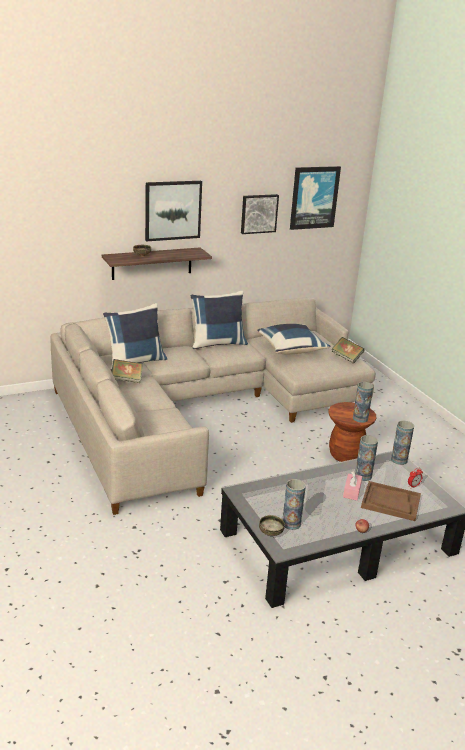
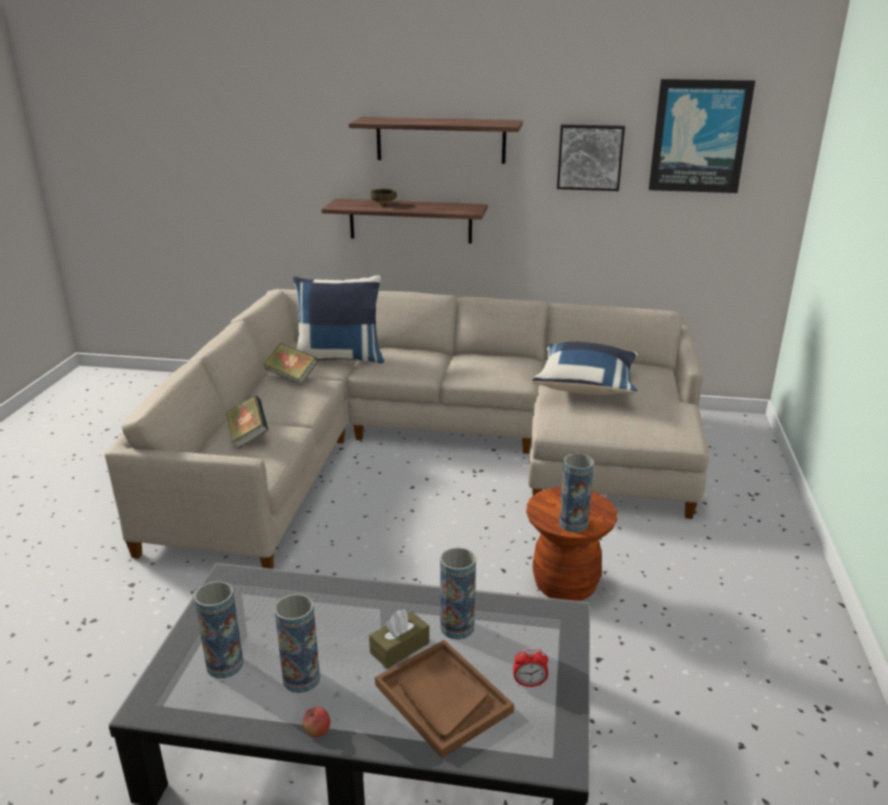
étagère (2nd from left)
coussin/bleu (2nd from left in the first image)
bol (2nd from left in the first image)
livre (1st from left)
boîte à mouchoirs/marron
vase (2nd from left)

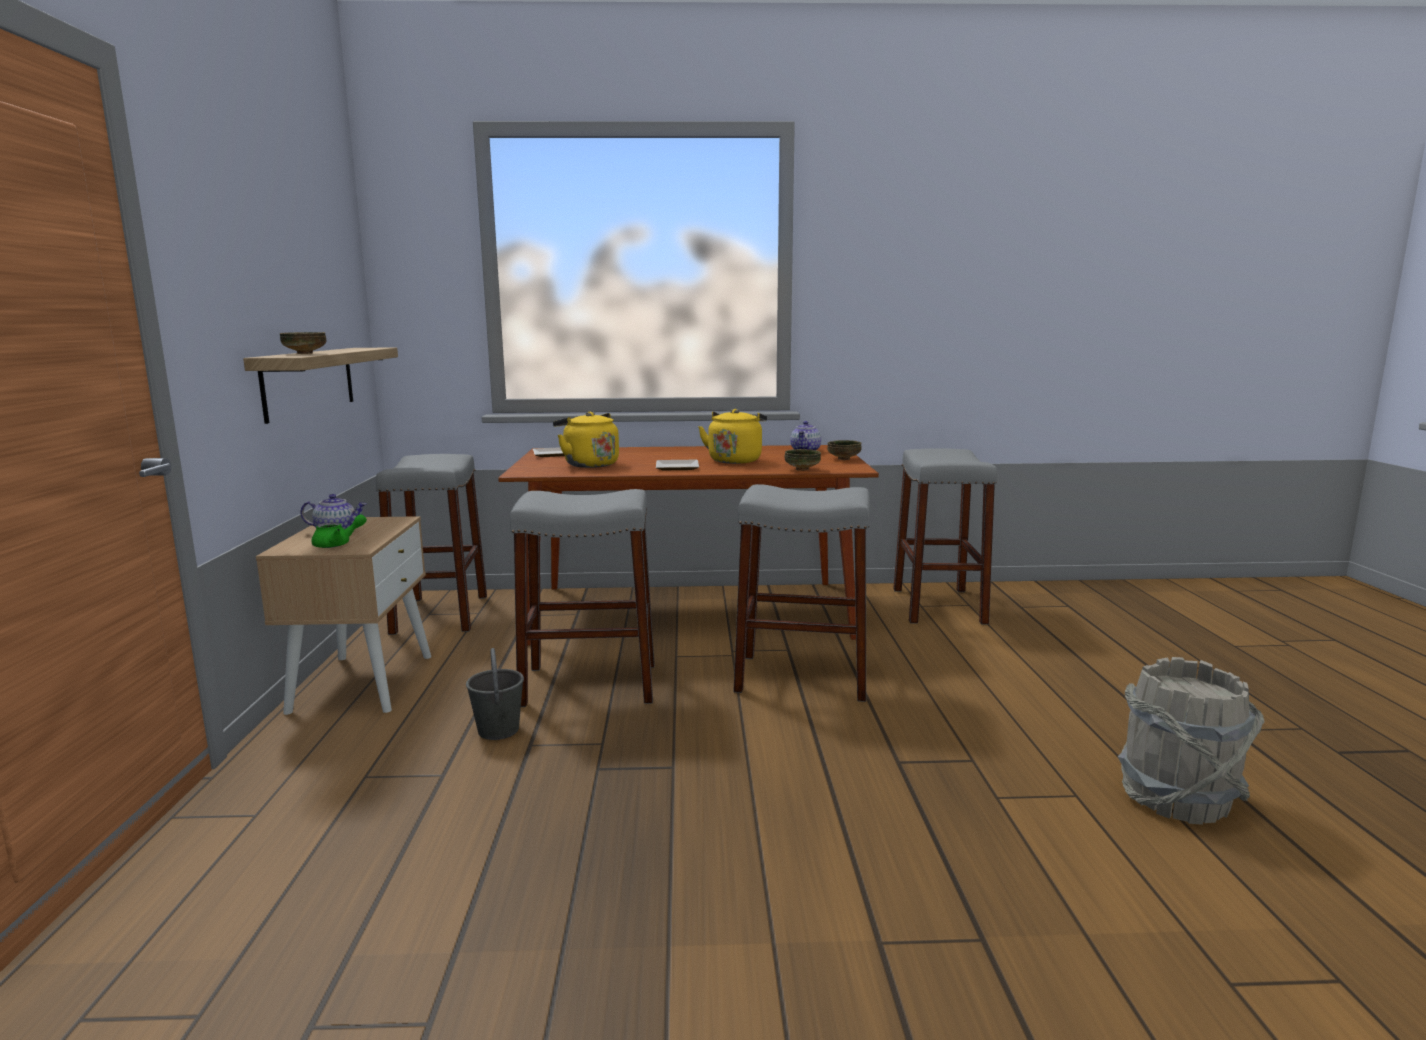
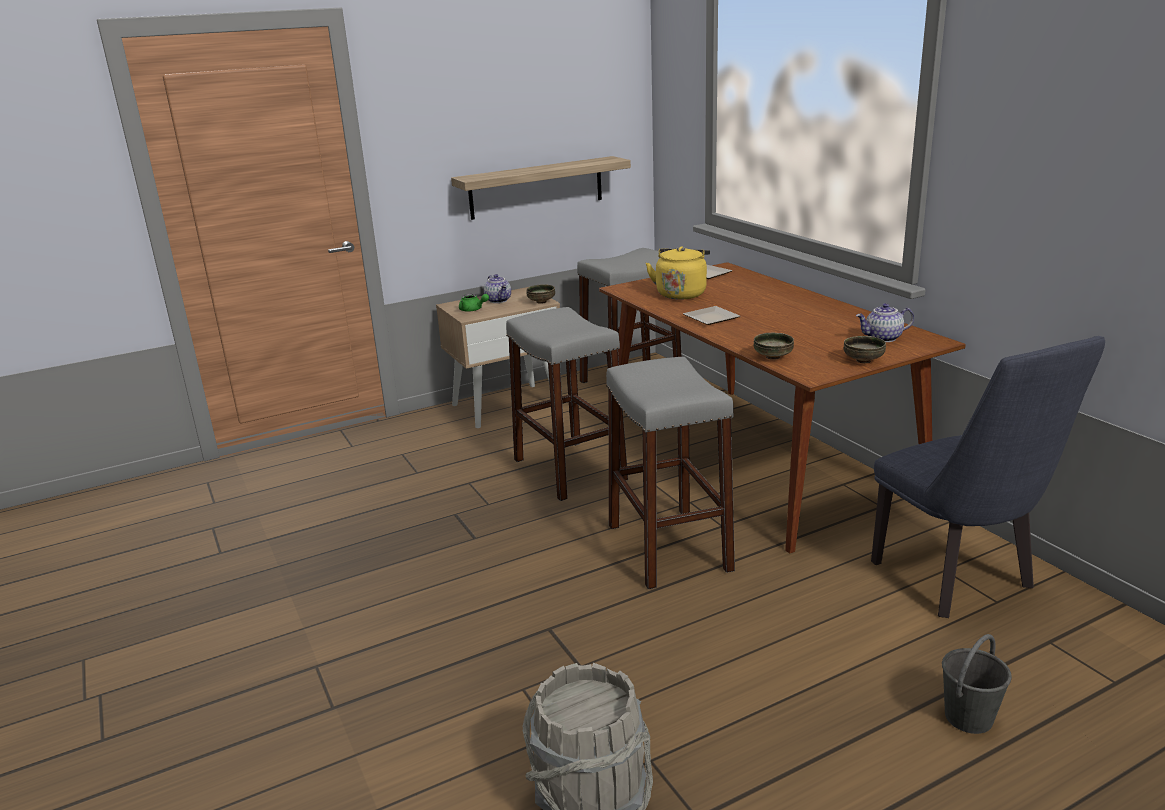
bol (1st from left)
seau/gris (2nd from left)
bouilloire/jaune (2nd from left in the first image)
chaise/bleu

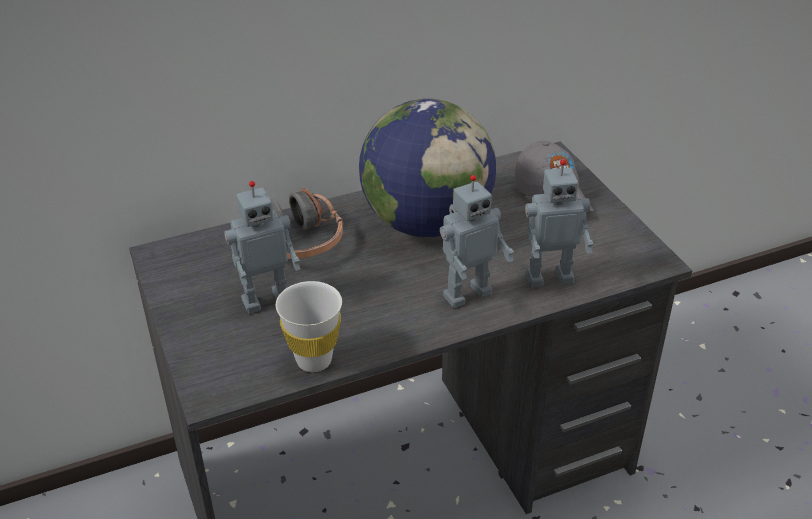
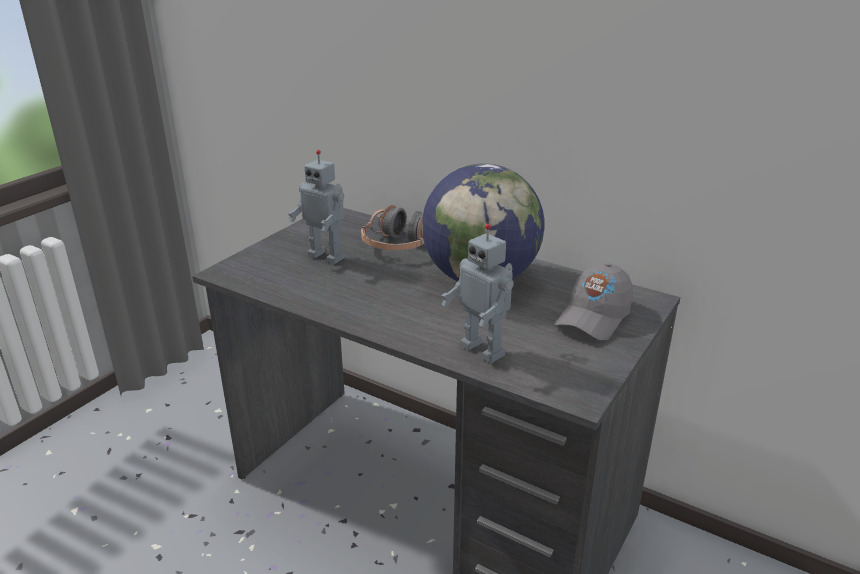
tasse/blanc
robot jouet (2nd from left in the first image)

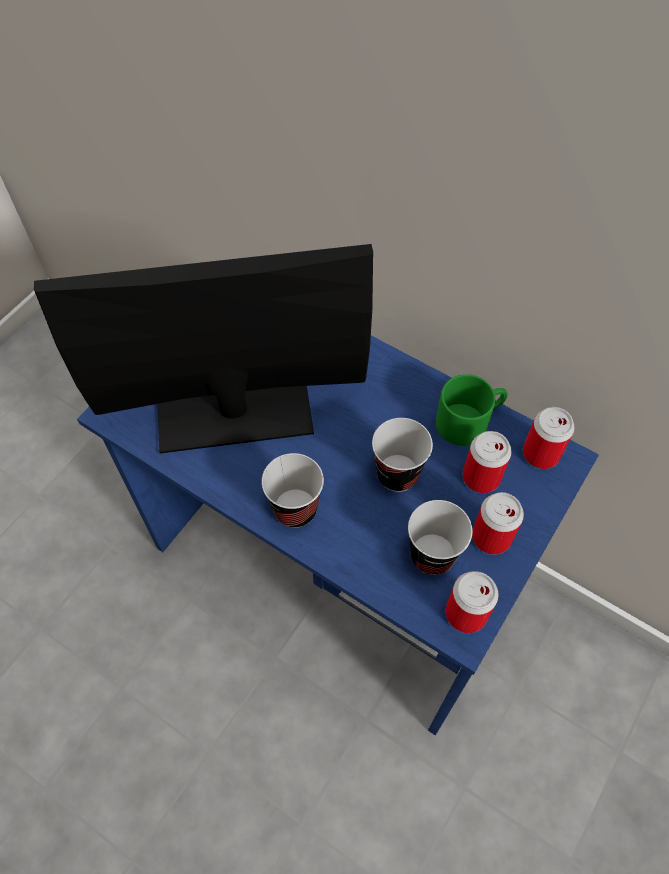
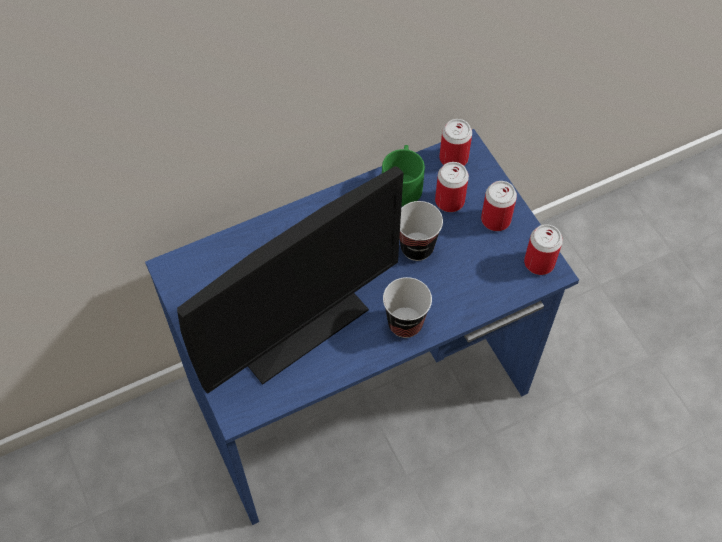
écran d'ordinateur
tasse (3rd from left in the first image)

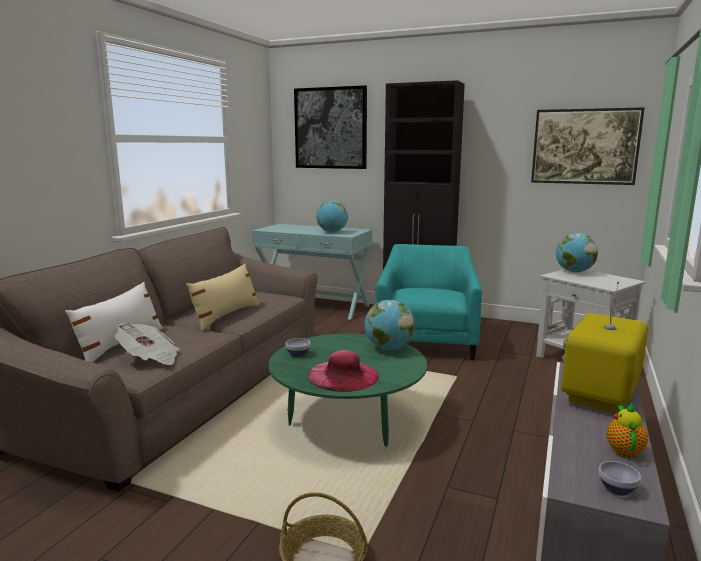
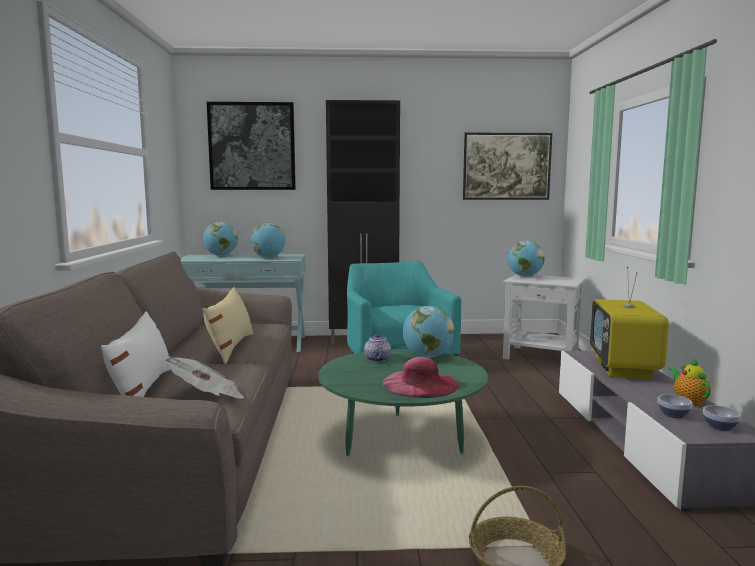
bol (1st from left)
globe (1st from left)
théière (1st from left)

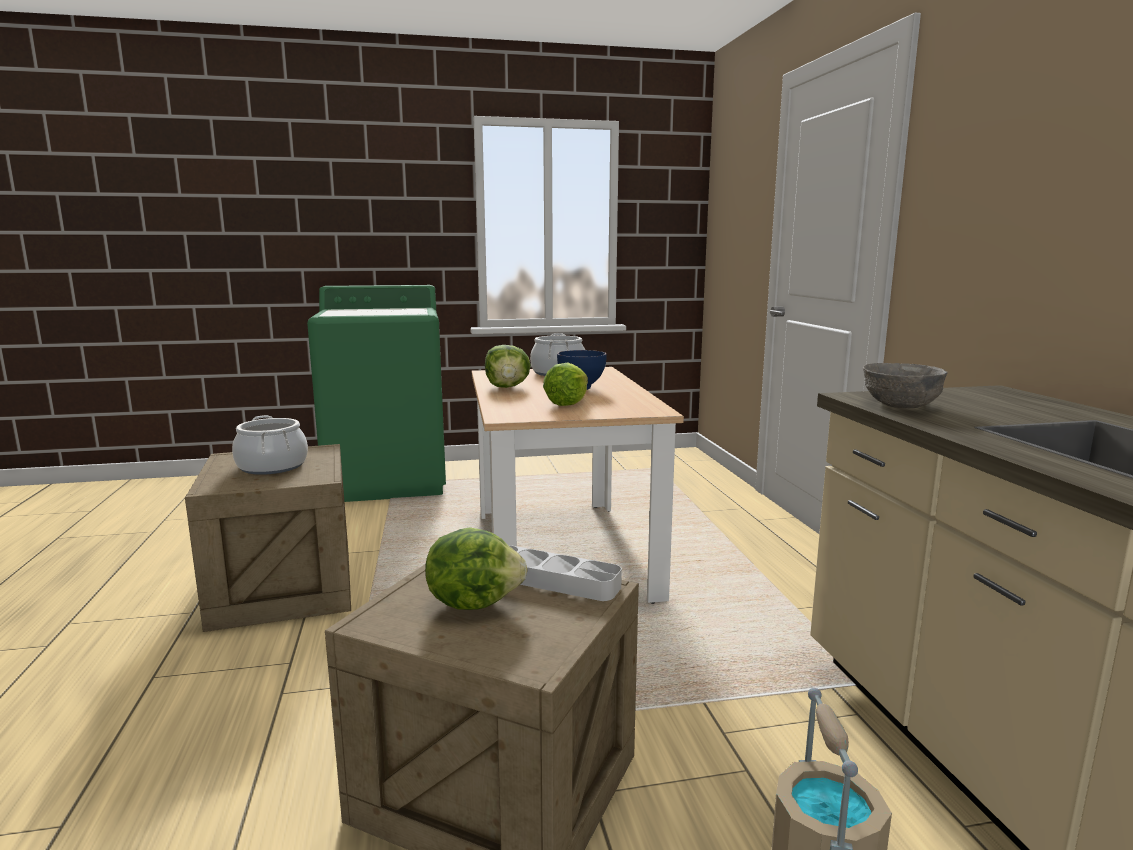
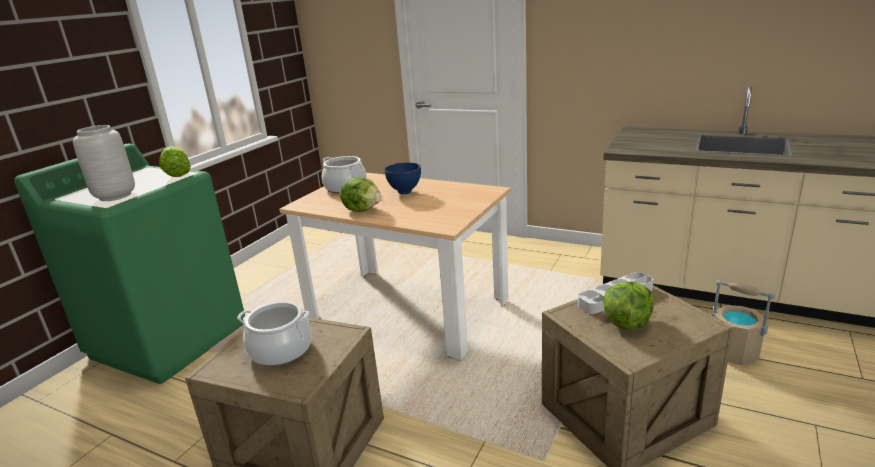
laitue (1st from left)
bol/gris
vase/gris

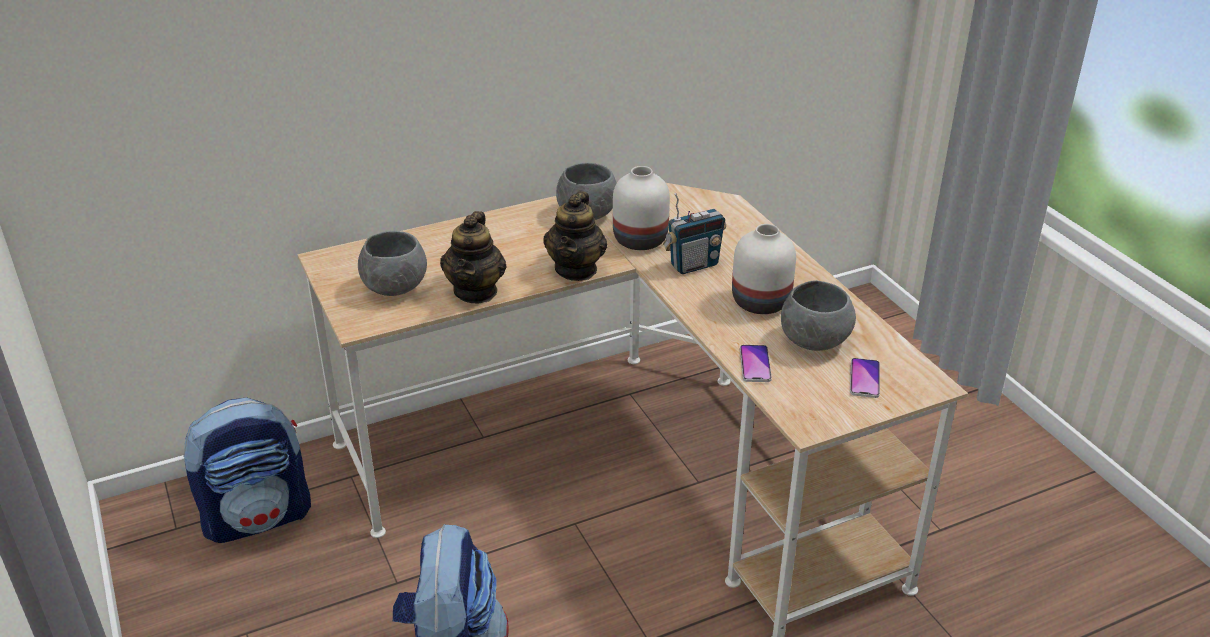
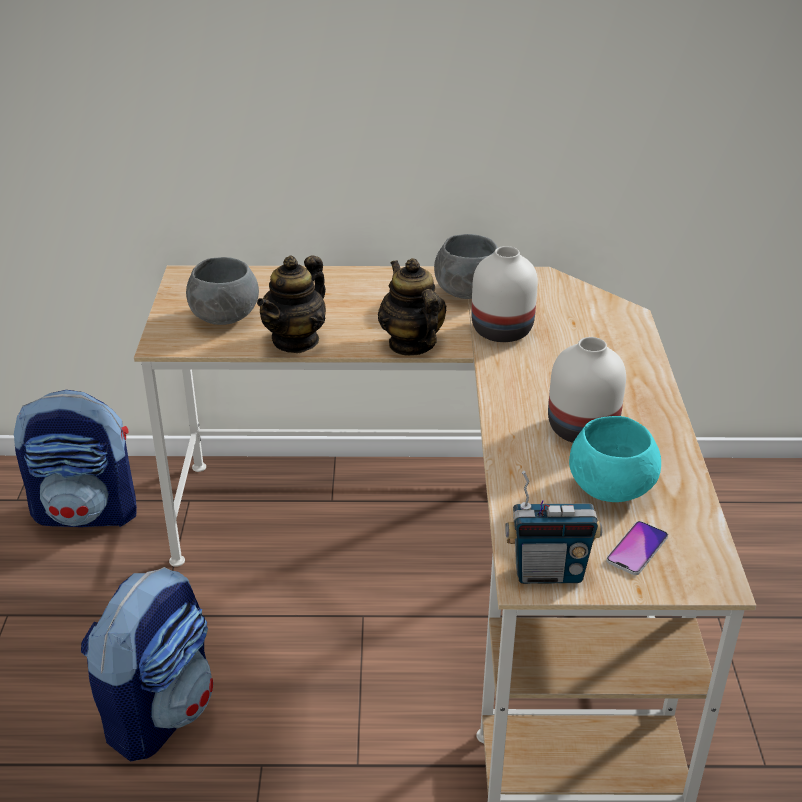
théière (2nd from left)
radio
téléphone (1st from left in the first image)
bol/turquoise

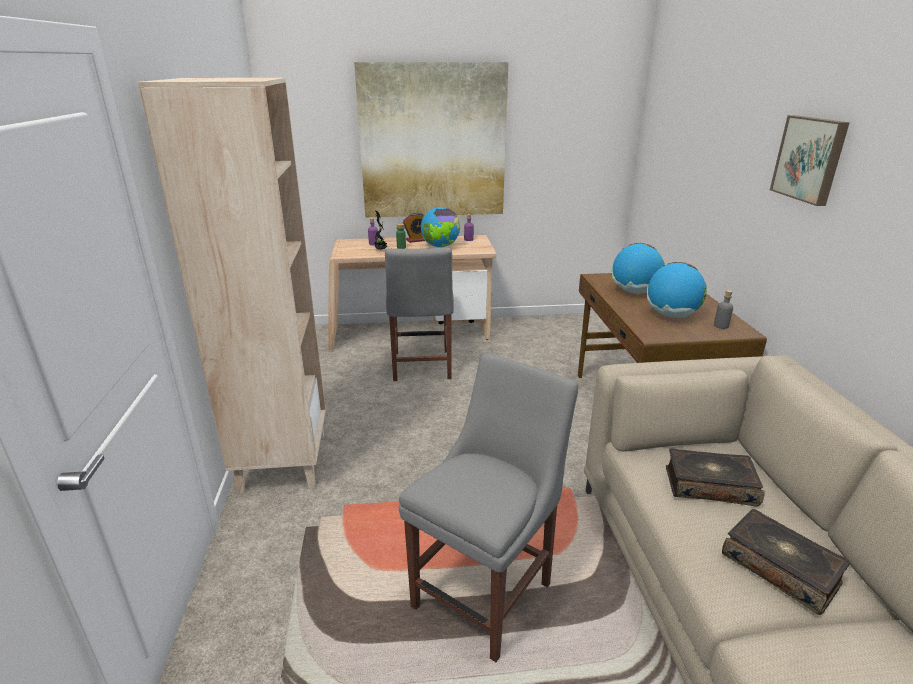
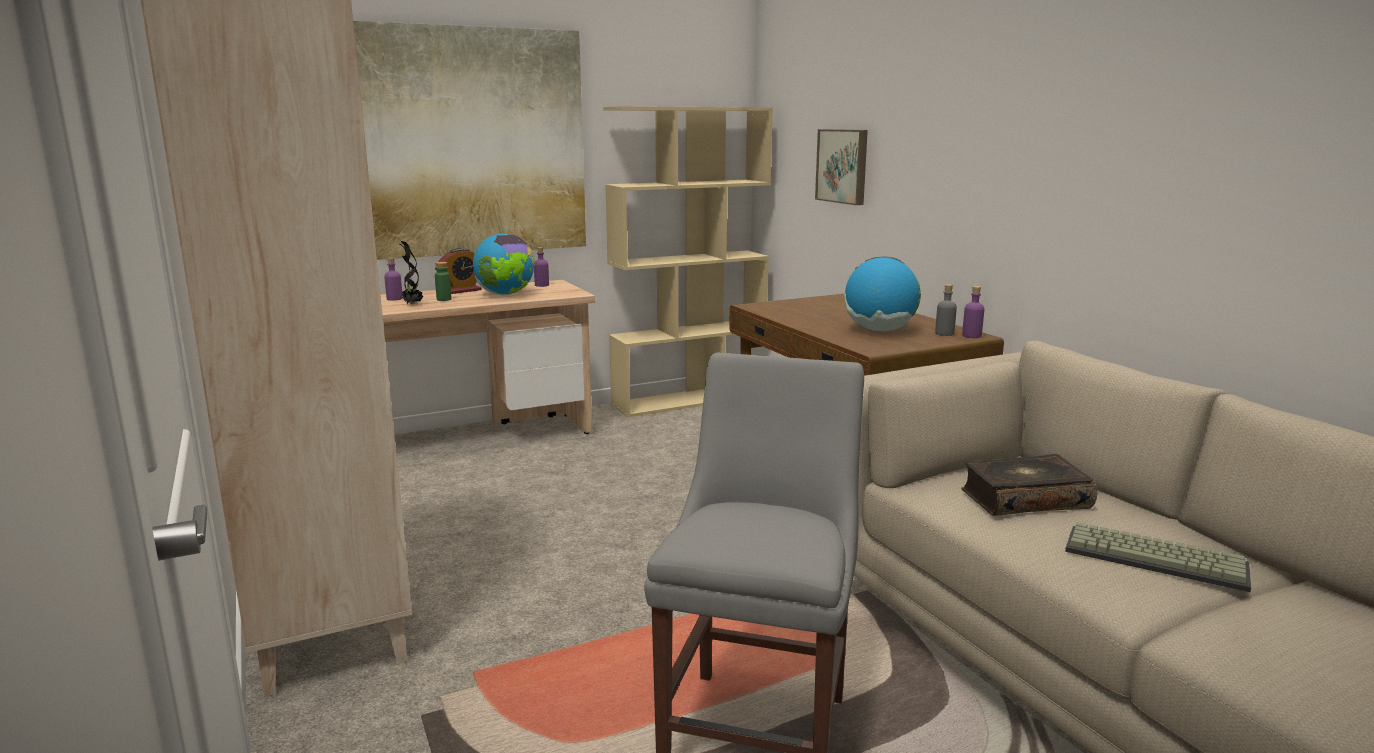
chaise/gris (1st from left in the first image)
globe (2nd from left in the first image)
clavier
tableau (2nd from left)
bibliothèque/beige (2nd from left)
bouteille/violet (3rd from left)

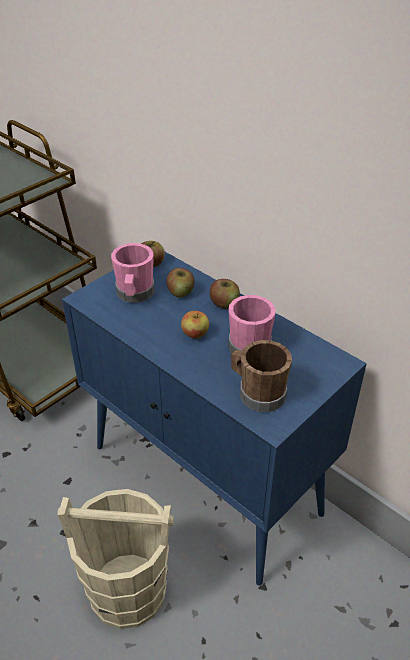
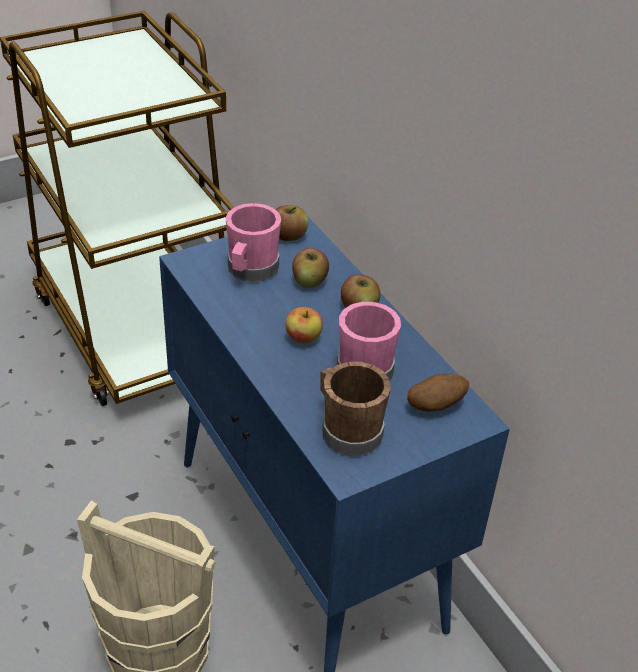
pomme de terre

